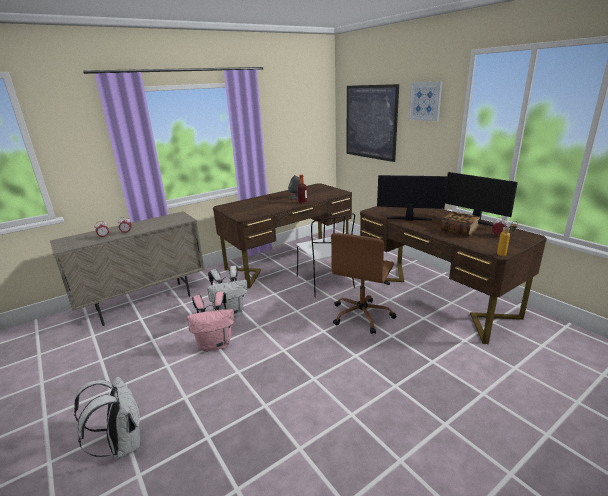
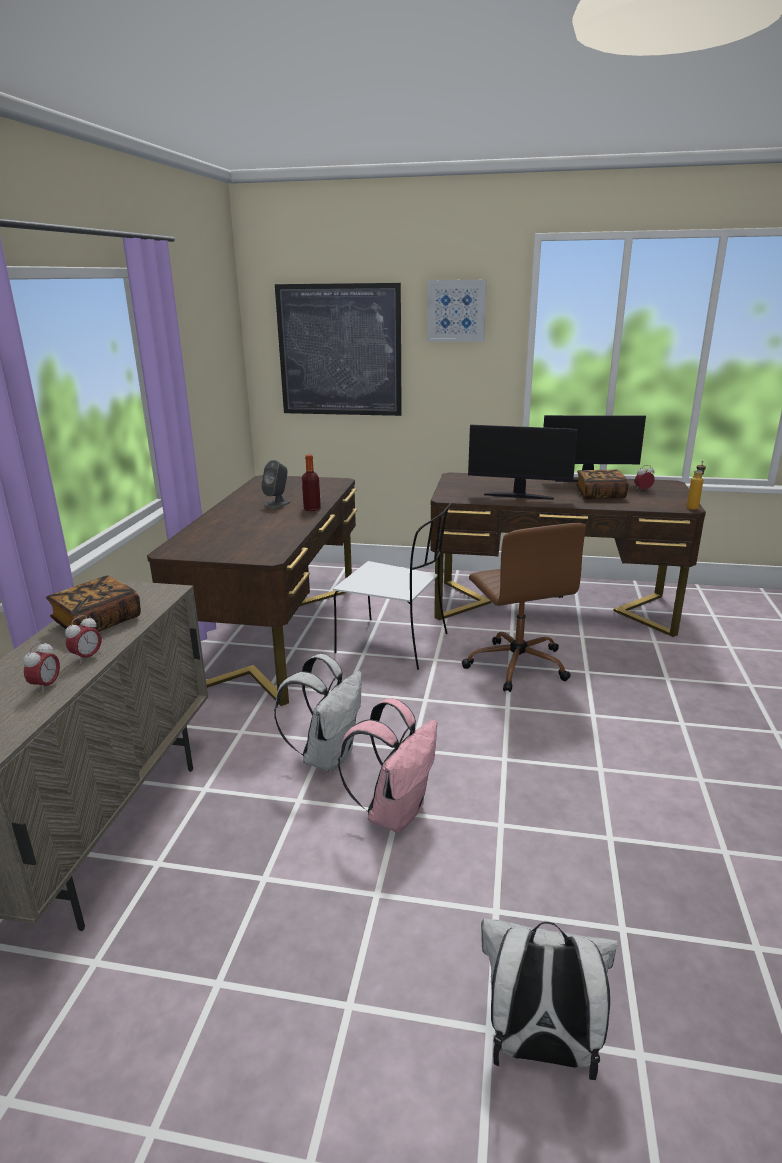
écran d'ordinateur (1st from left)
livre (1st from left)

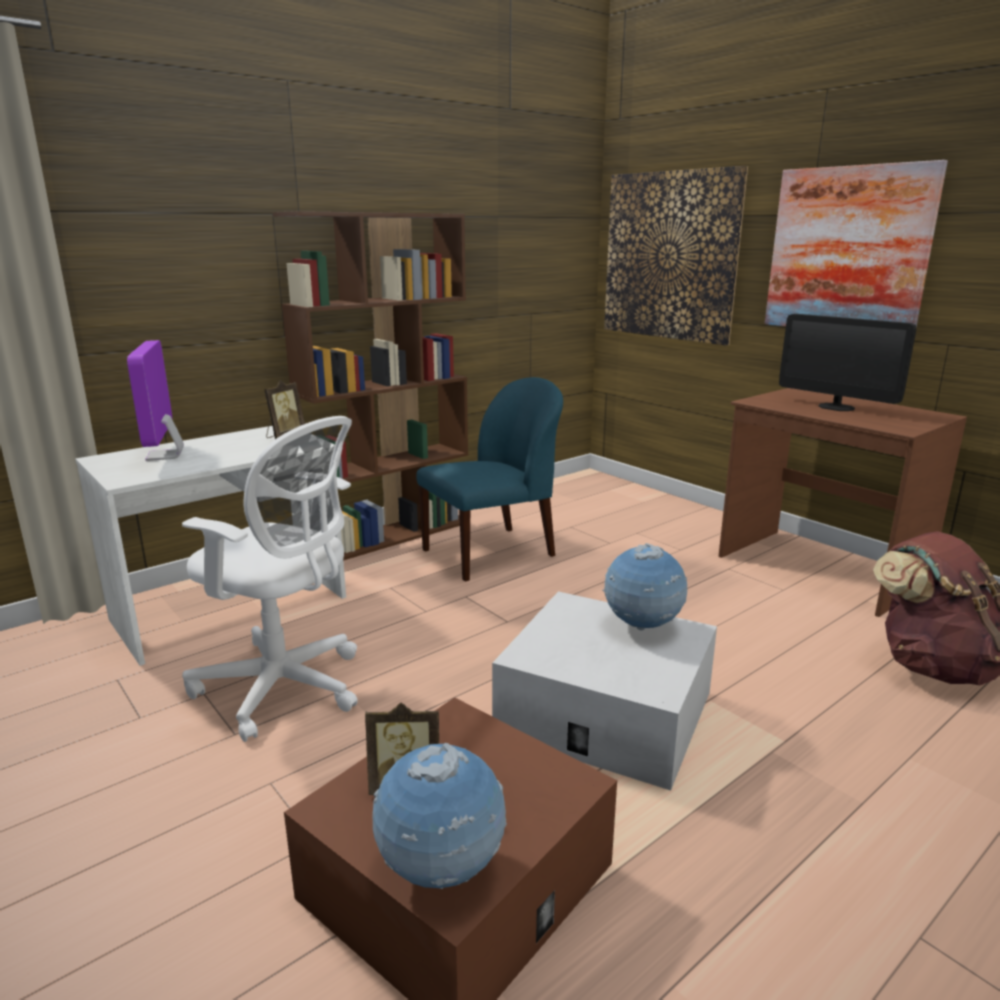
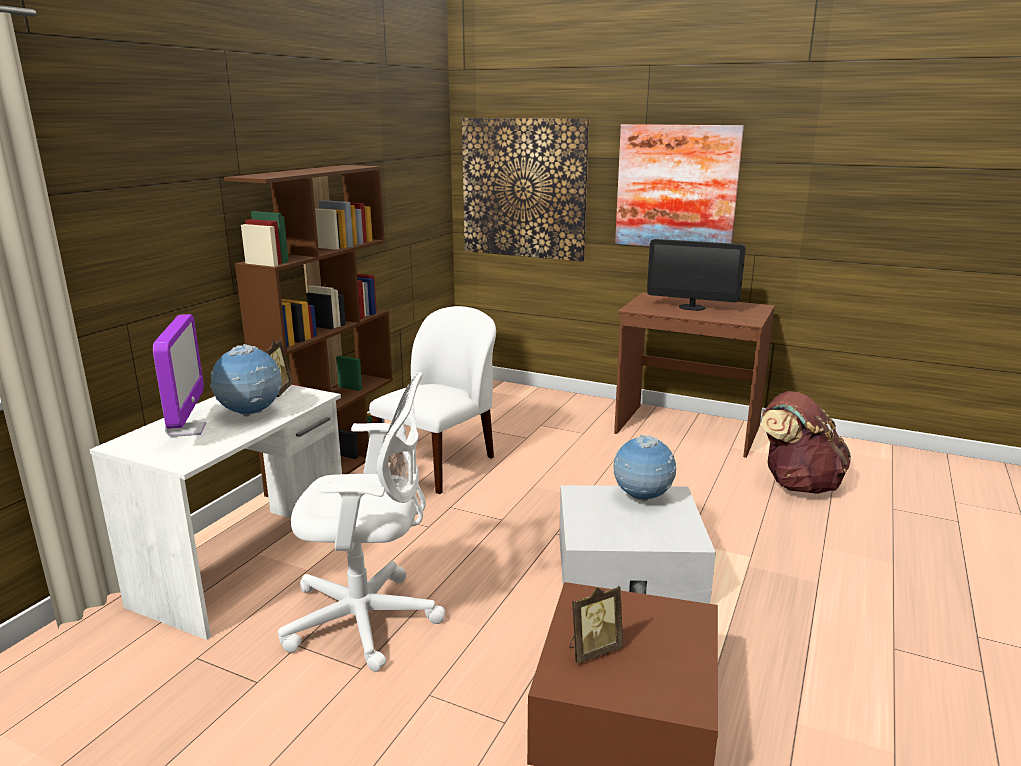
écran d'ordinateur (1st from left)
globe (1st from left)
chaise/blanc

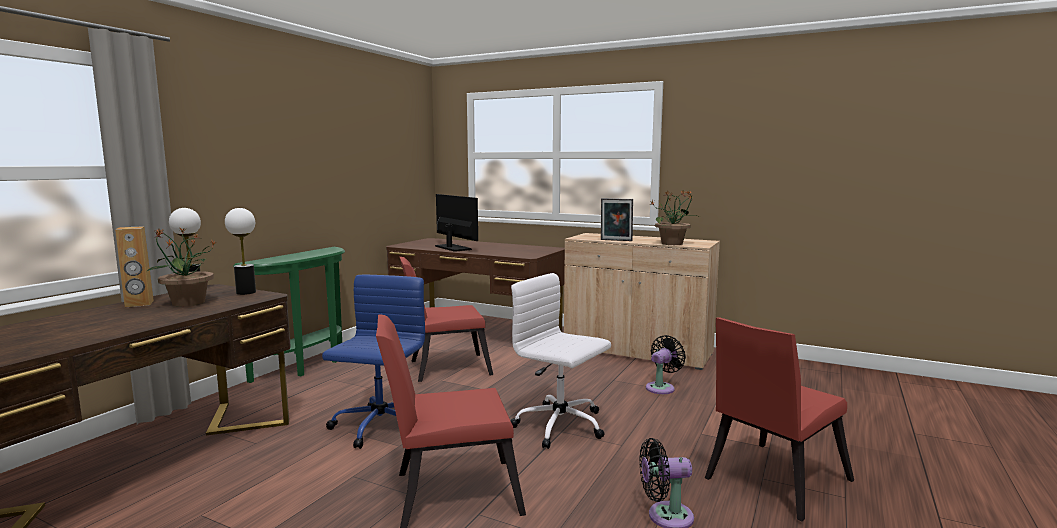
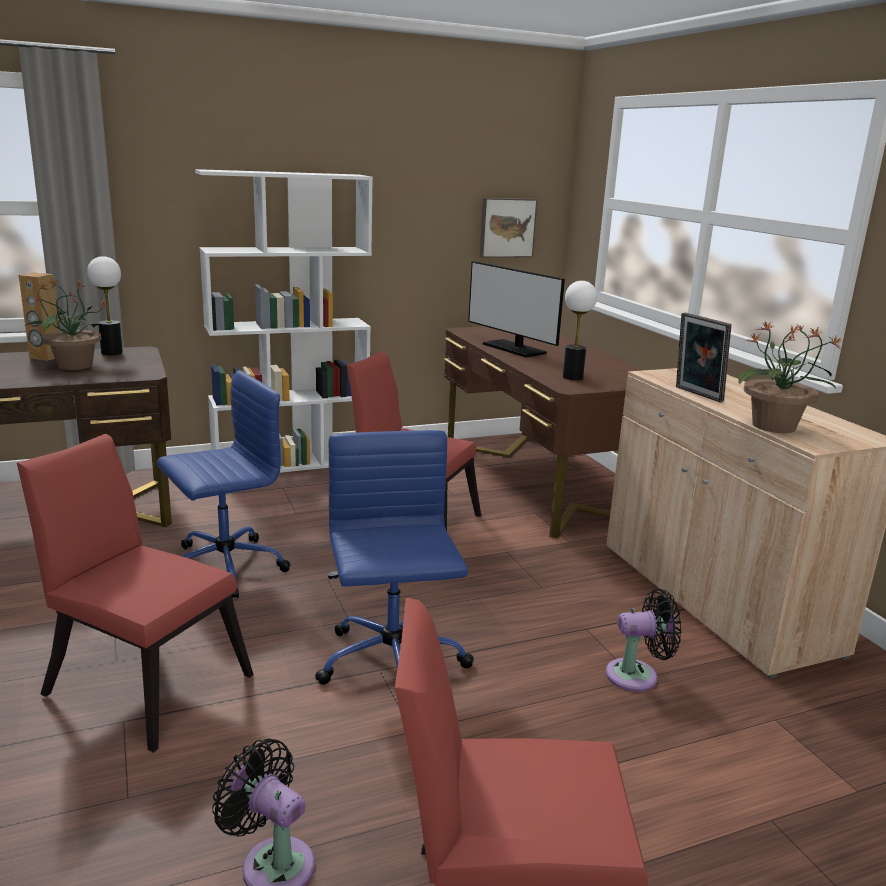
lampe de table (2nd from left)
bibliothèque/blanc
écran d'ordinateur
chaise de bureau/bleu (2nd from left)
tableau

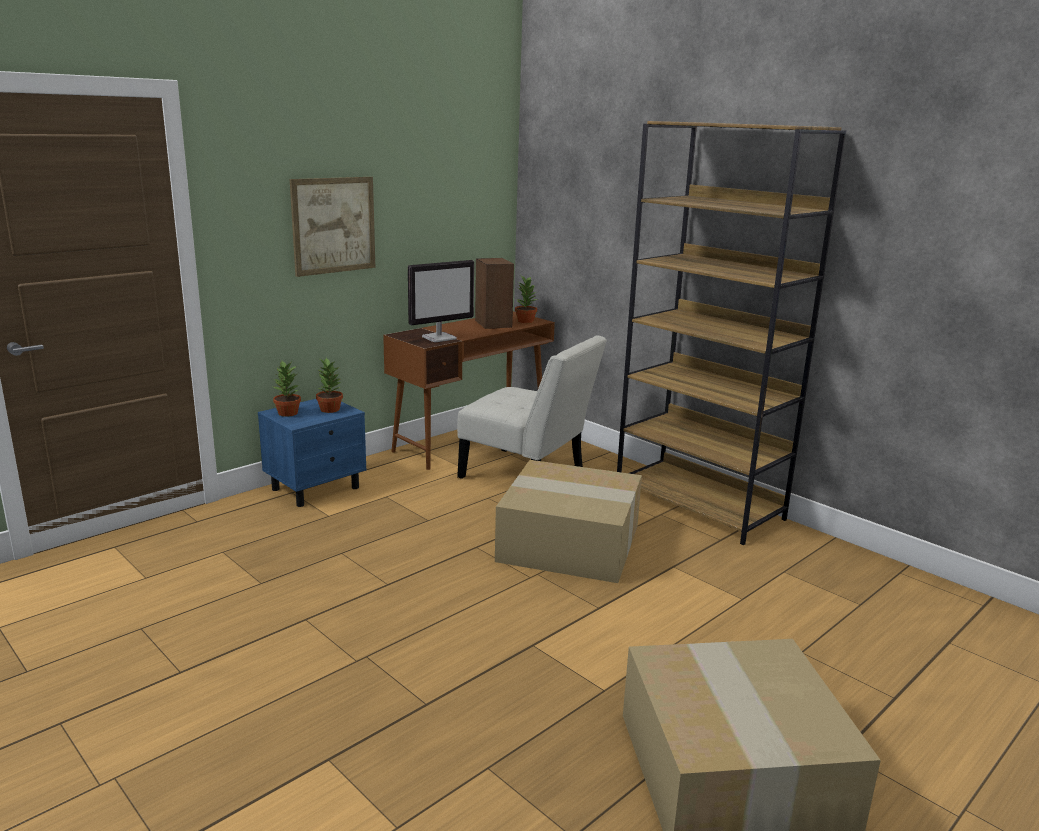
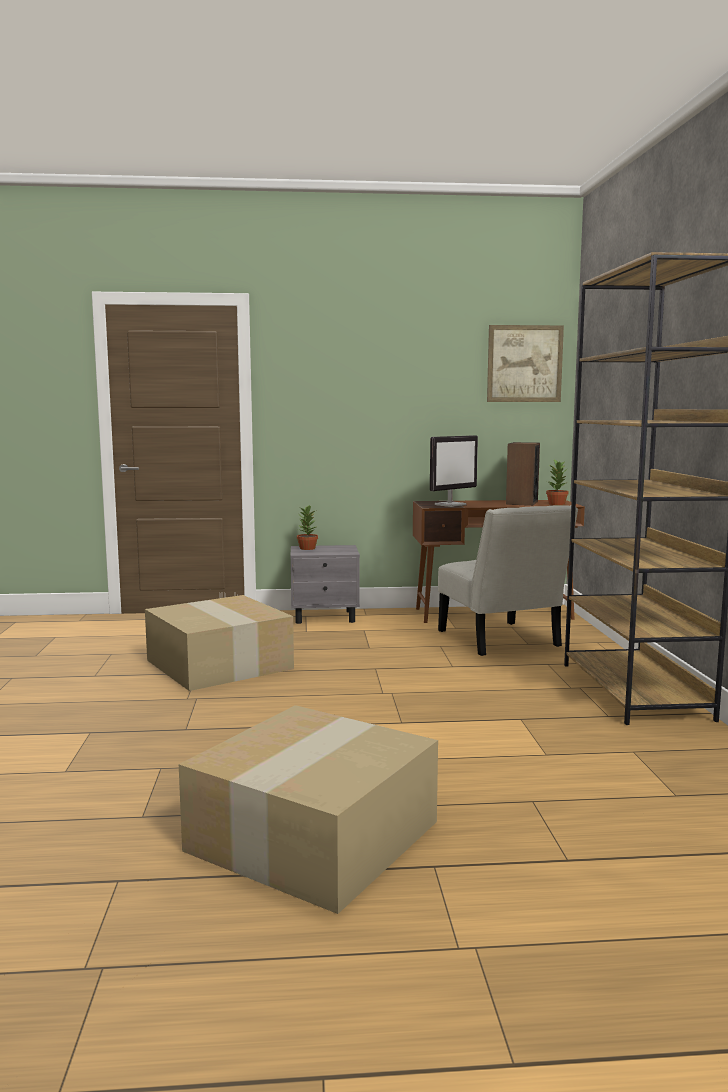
table de chevet/gris
tableau
plante en pot (2nd from left in the first image)
écran d'ordinateur
carton (1st from left)

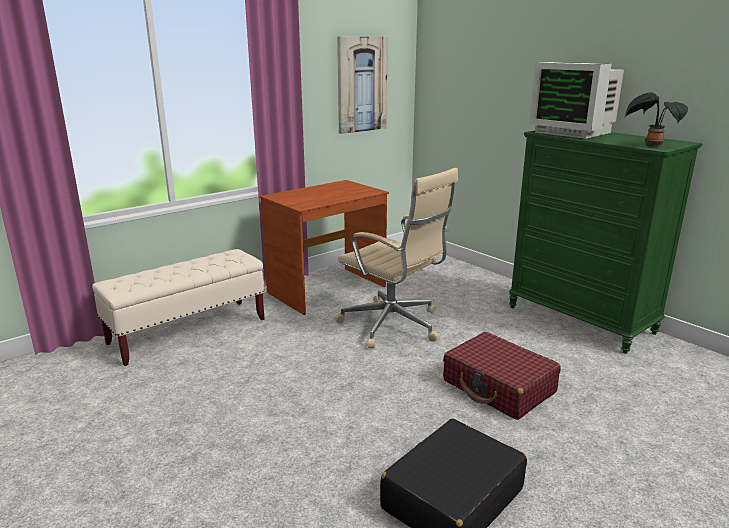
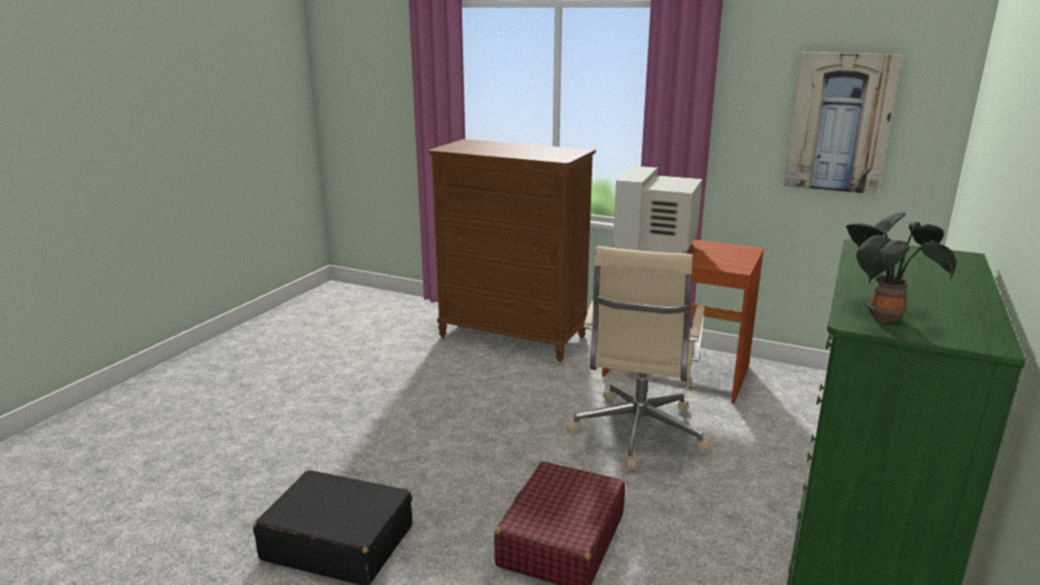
commode/marron
écran d'ordinateur

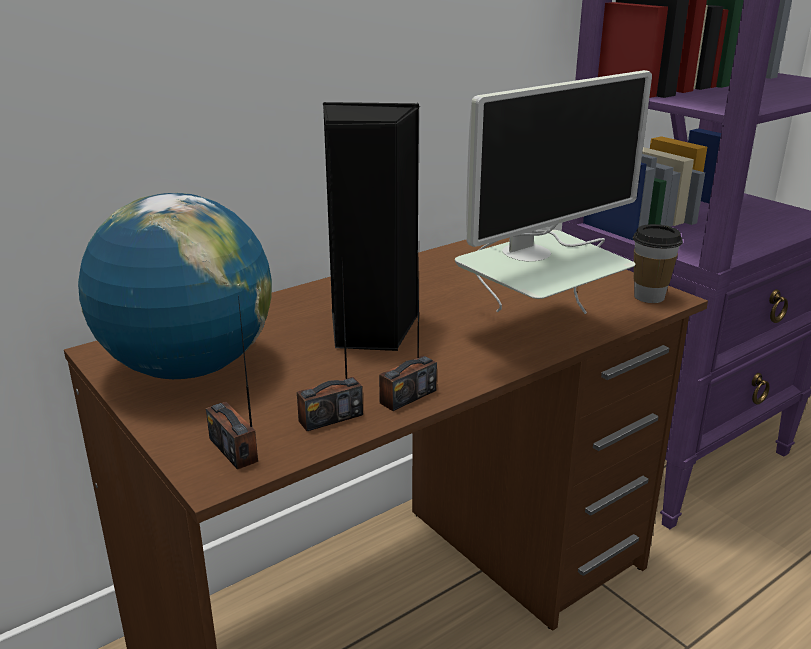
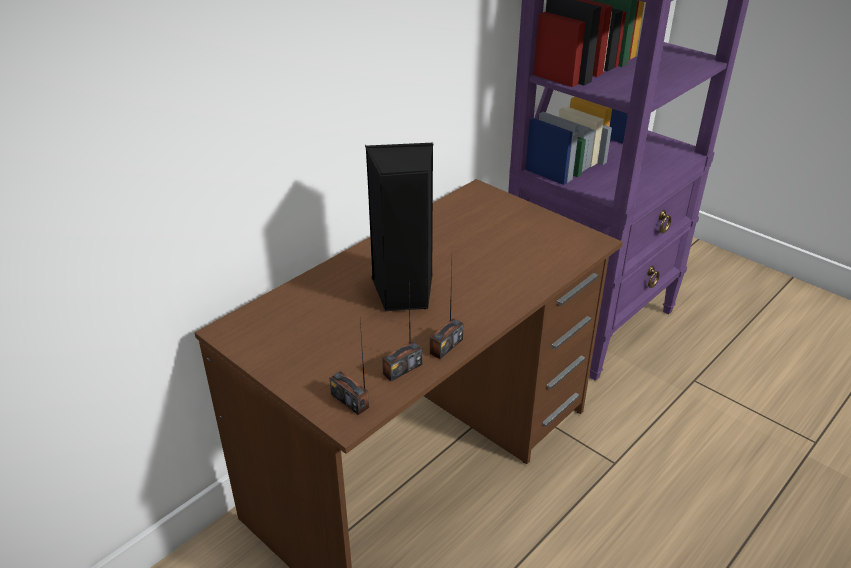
globe
écran d'ordinateur
tasse

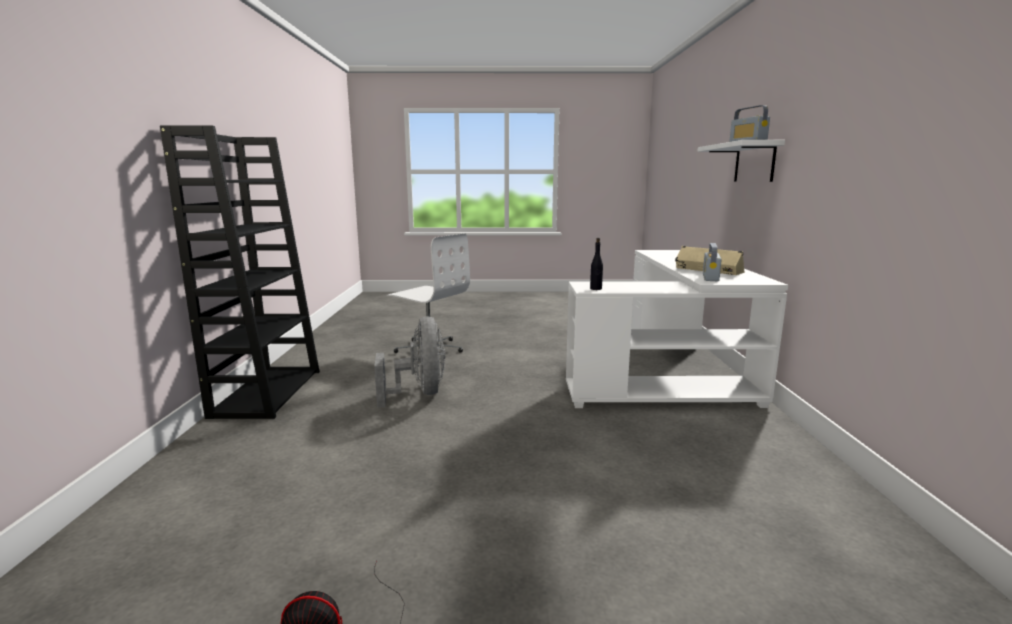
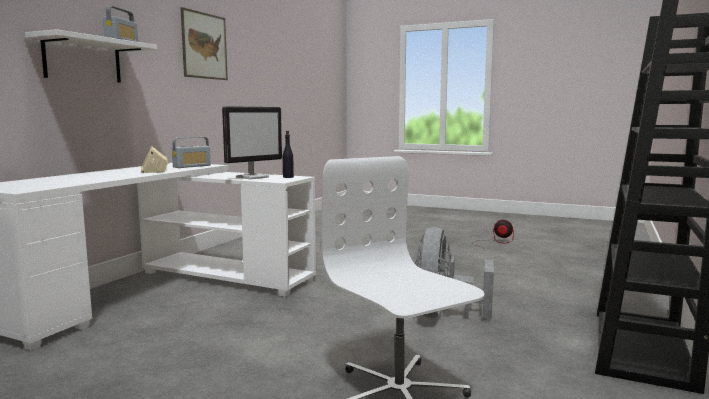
tableau
écran d'ordinateur

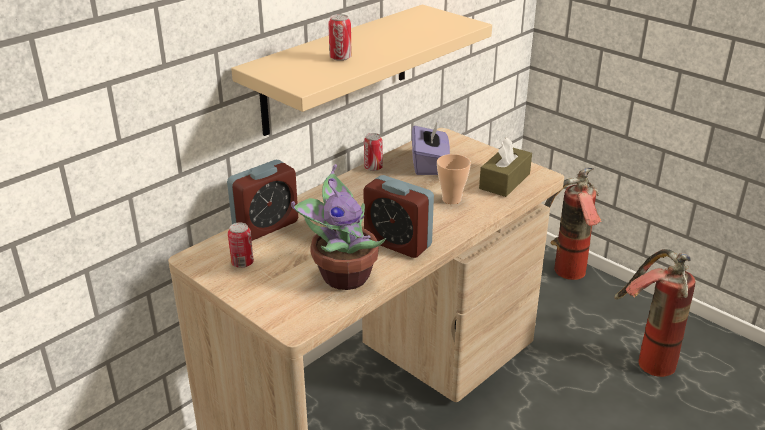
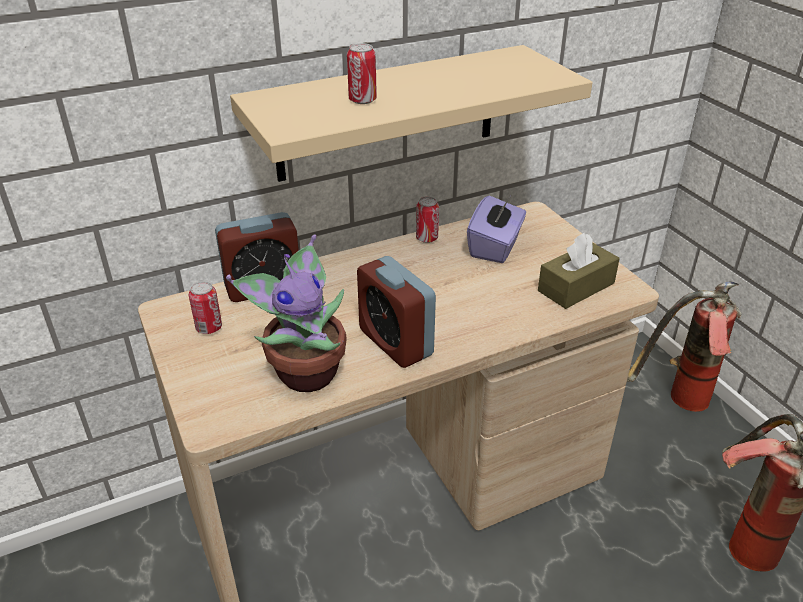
tasse

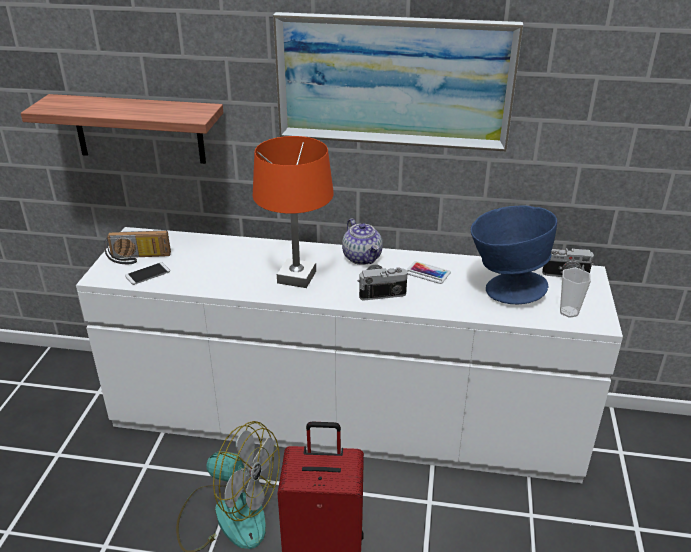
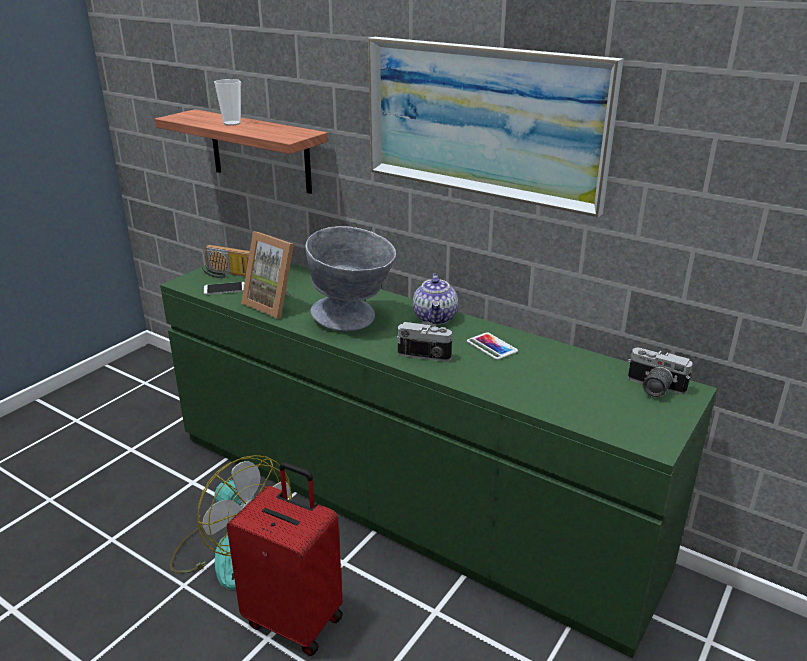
commode/vert
bol/gris
bol/bleu
tasse
cadre photo

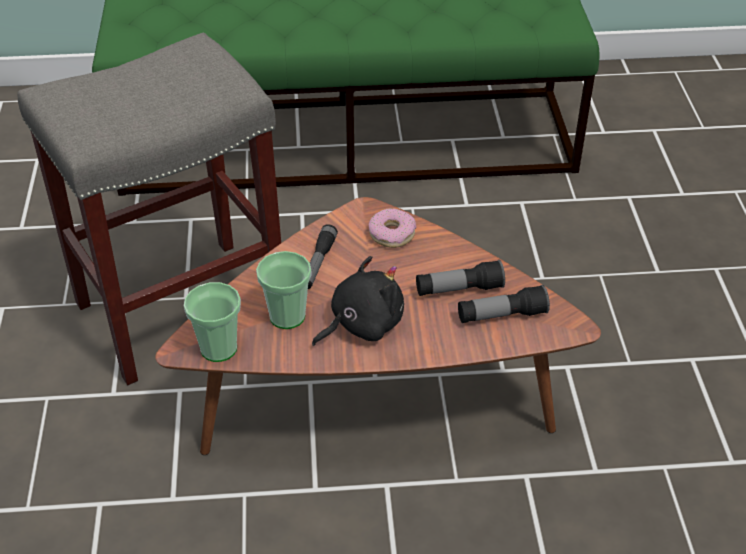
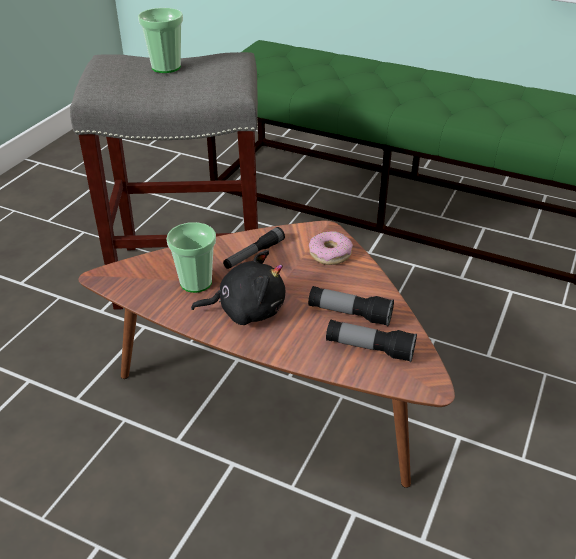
tasse (1st from left)

